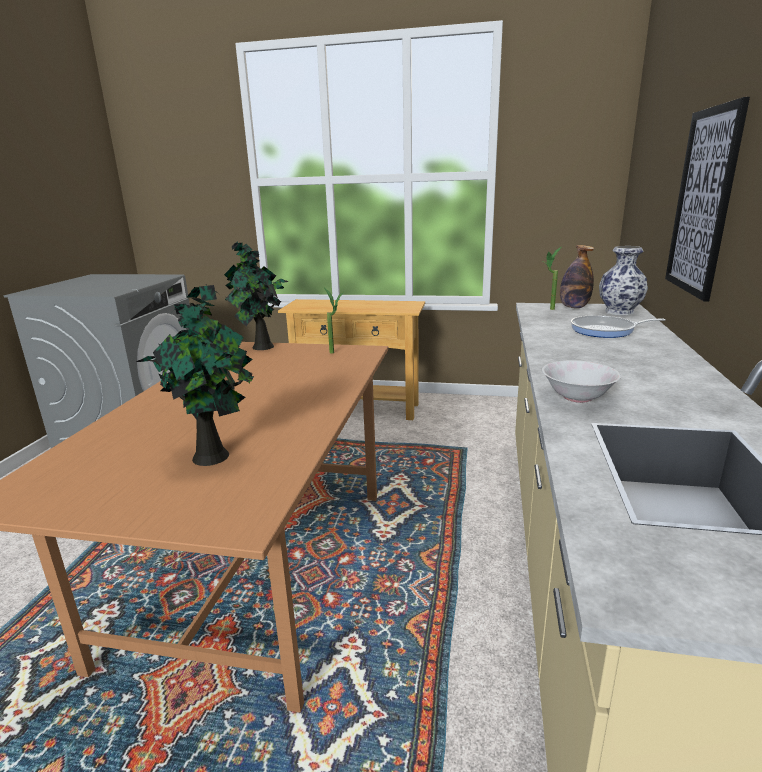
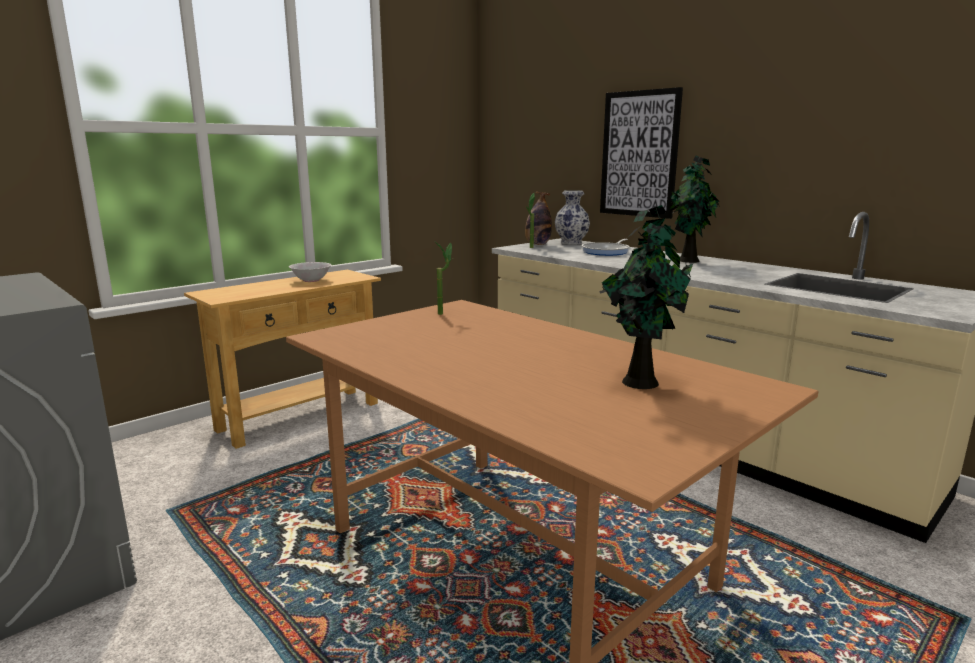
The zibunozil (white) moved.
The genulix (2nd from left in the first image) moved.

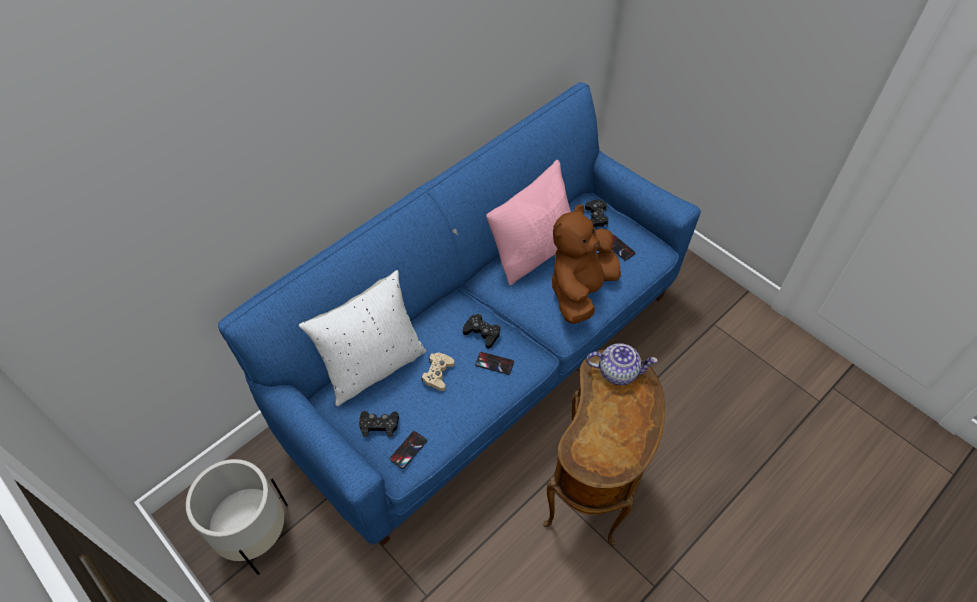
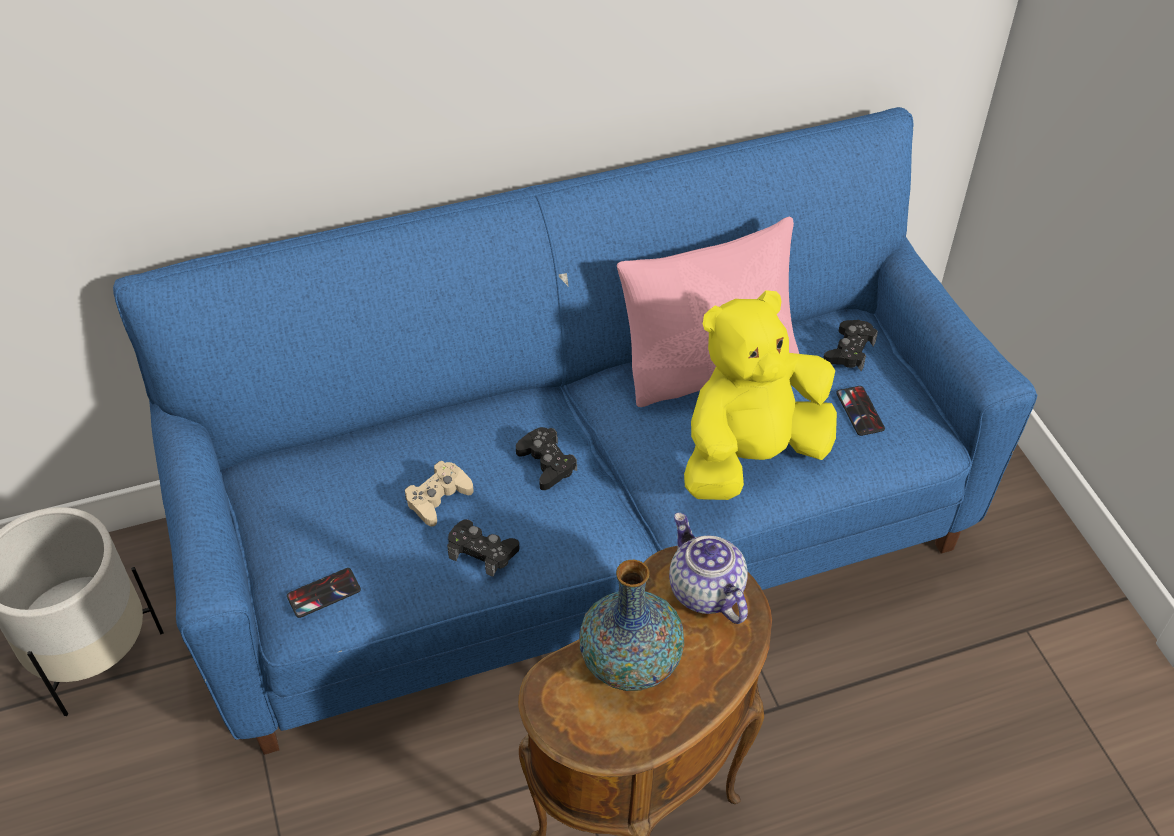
The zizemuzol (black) (1st from left) moved.
The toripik appeared.
The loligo turned 150 degrees counterclockwise.
The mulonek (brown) became the mulonek (yellow).
The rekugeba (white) disappeared.
The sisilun (2nd from left) disappeared.

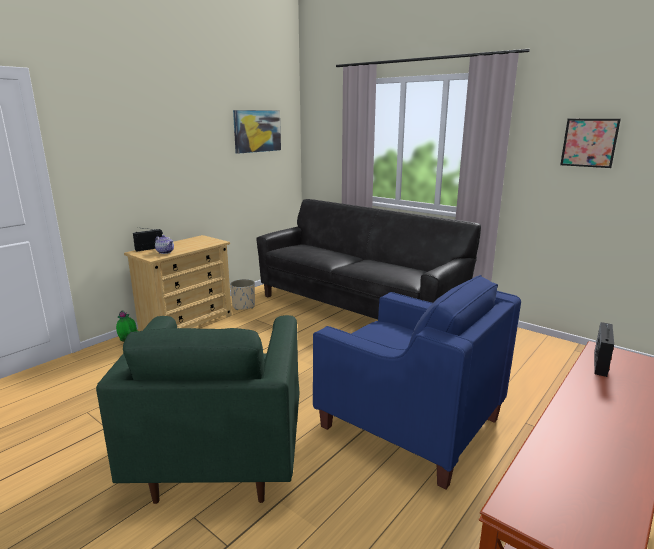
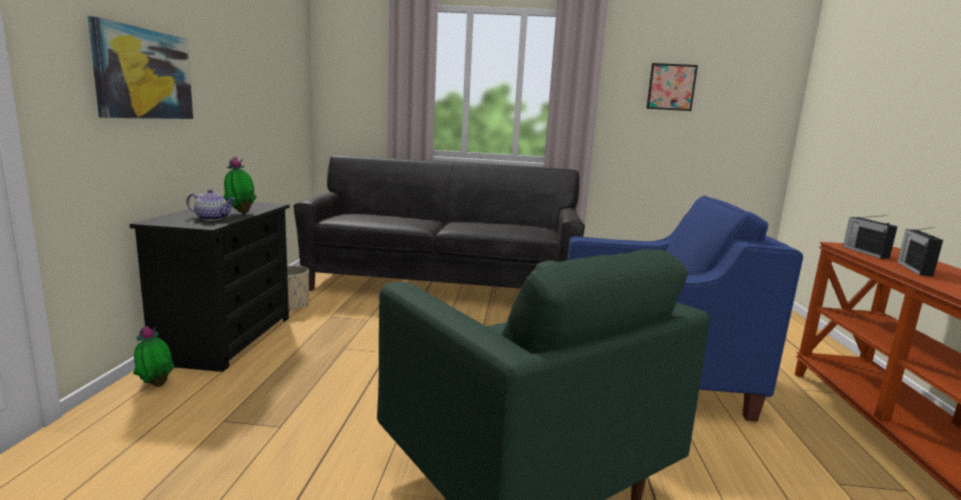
The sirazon (1st from left) moved.
The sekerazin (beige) became the sekerazin (black).
The genulix (2nd from left) appeared.
The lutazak (1st from left in the first image) moved.

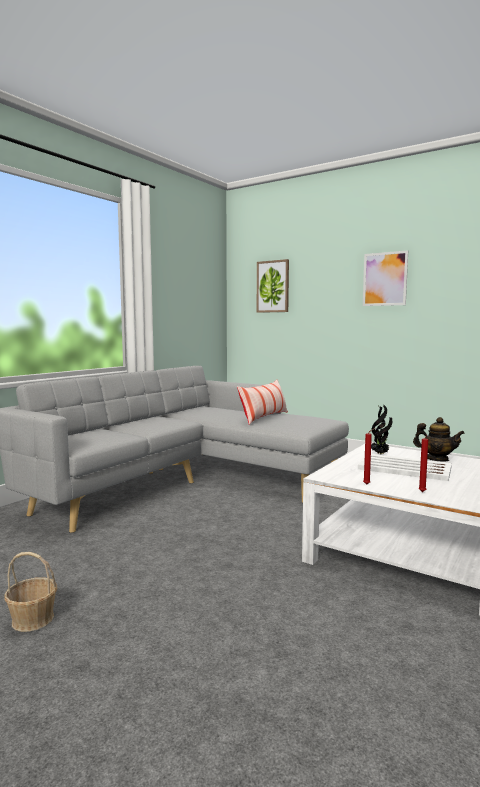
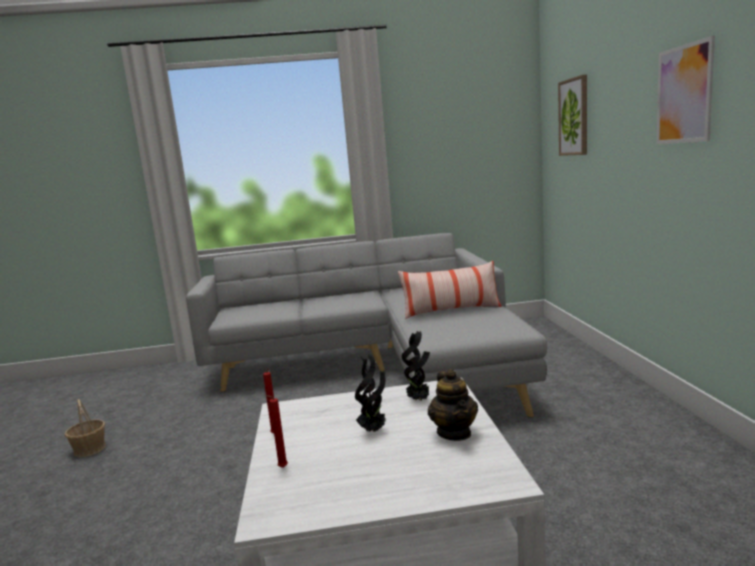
The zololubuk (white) was replaced by the genulix (1st from left).

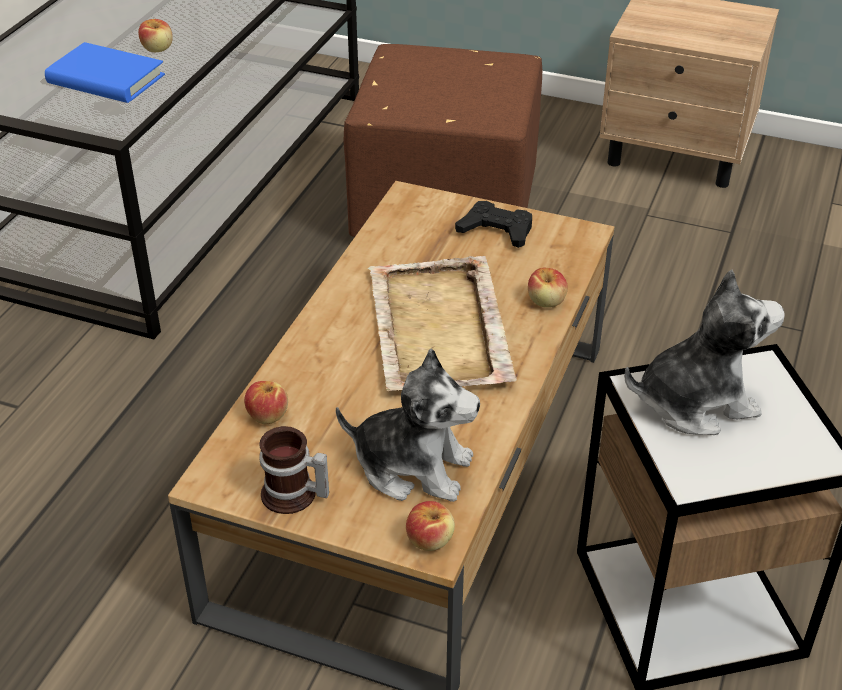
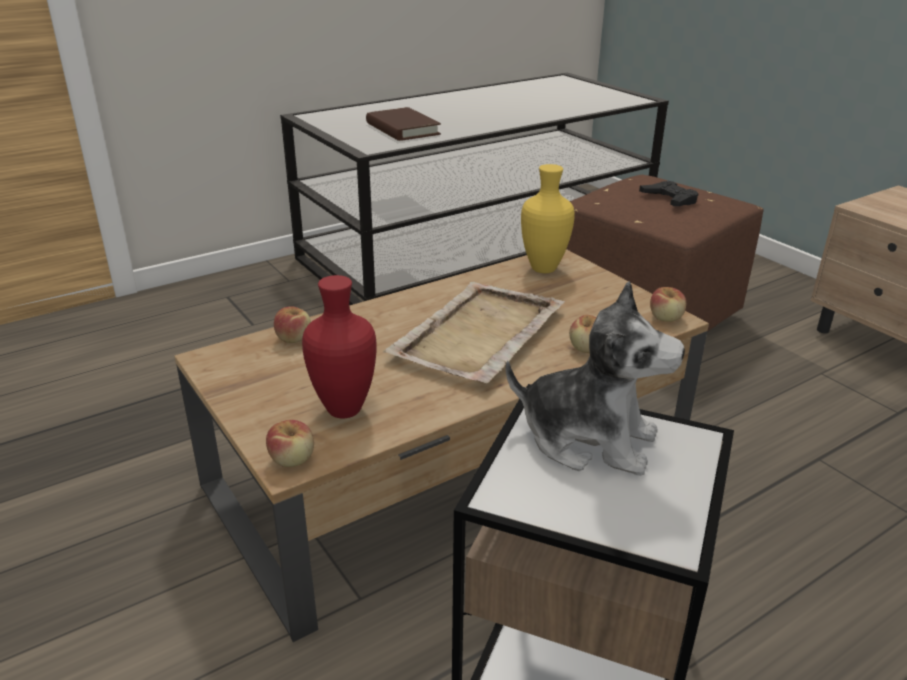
The mulonek (1st from left) was replaced by the toripik (red).
The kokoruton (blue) became the kokoruton (brown).
The toripik (yellow) appeared.
The zizemuzol (black) moved.
The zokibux (1st from left in the first image) moved.
The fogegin disappeared.

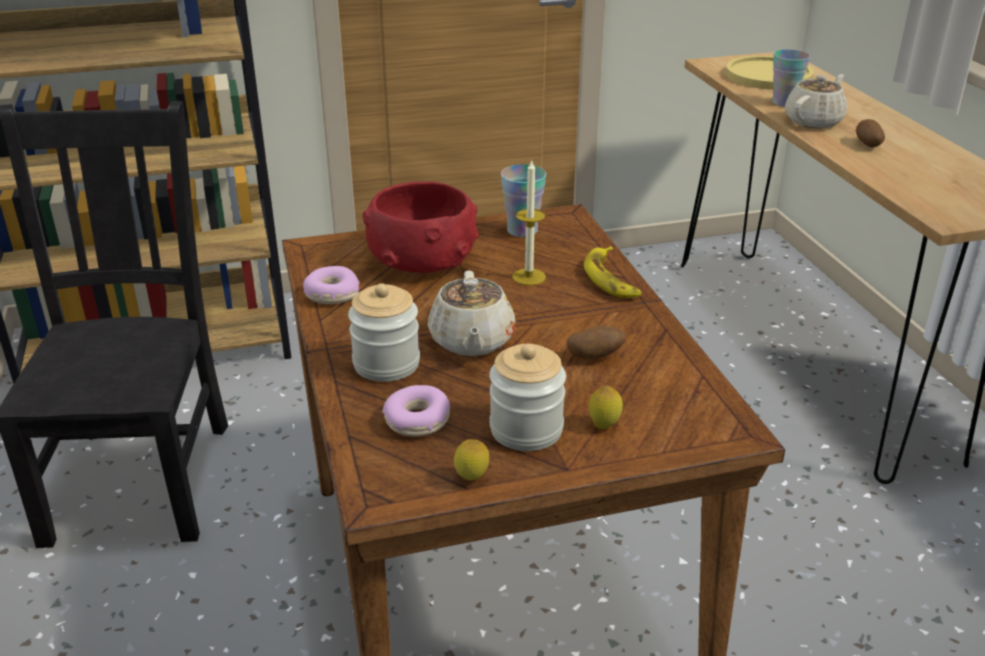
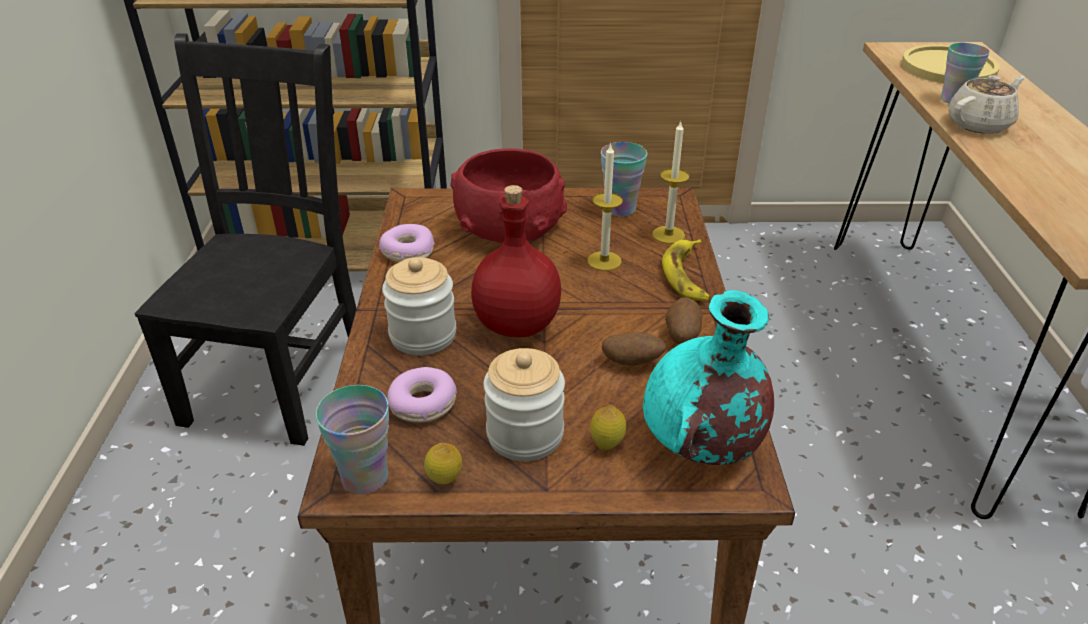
The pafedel (1st from left) appeared.
The loligo (beige) (1st from left) was replaced by the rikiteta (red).
The toripik (turquoise) appeared.
The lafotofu (2nd from left) appeared.
The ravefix (2nd from left) moved.

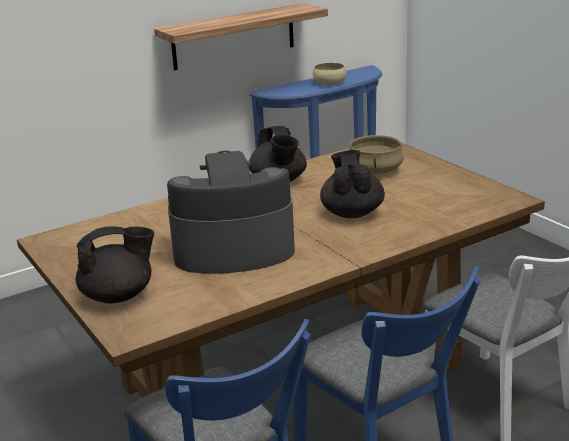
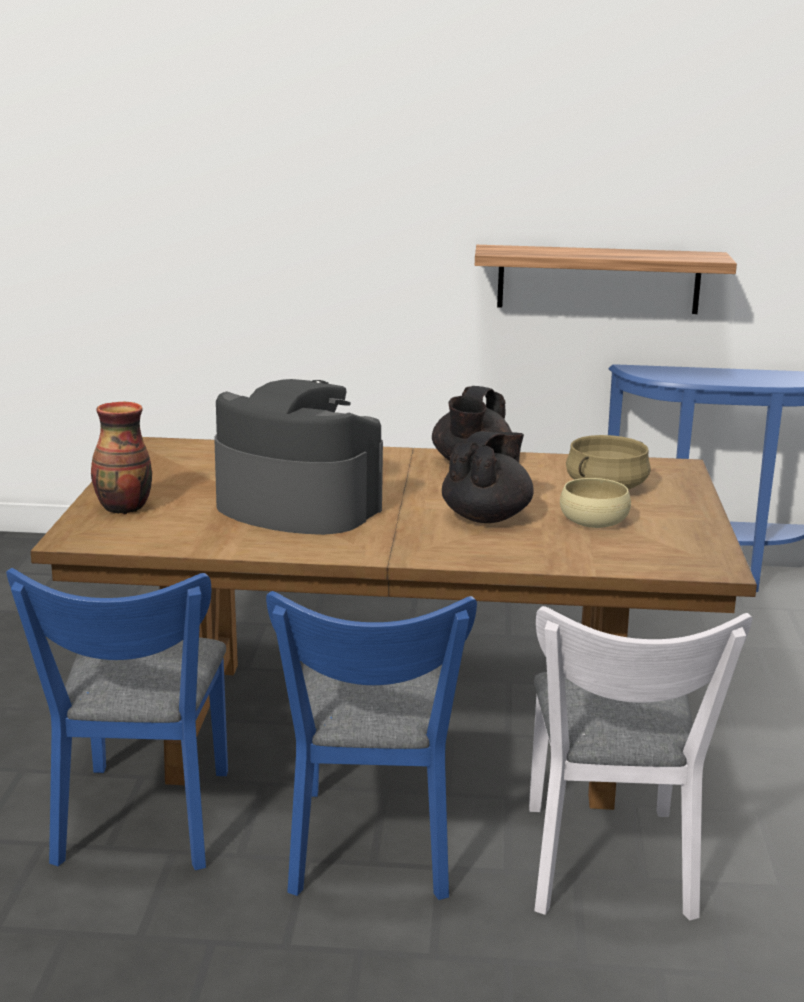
The loligo (black) (1st from left) was replaced by the toripik.
The zibunozil (beige) moved.

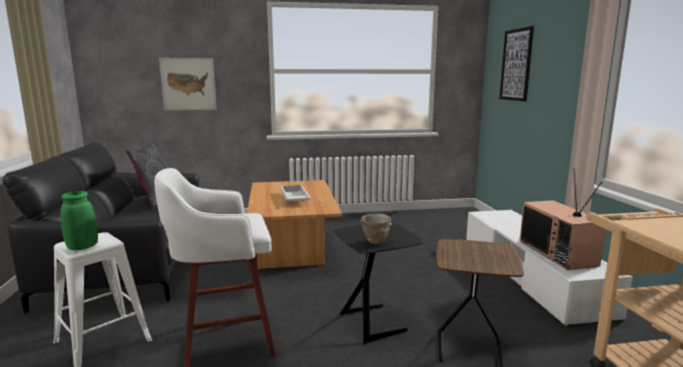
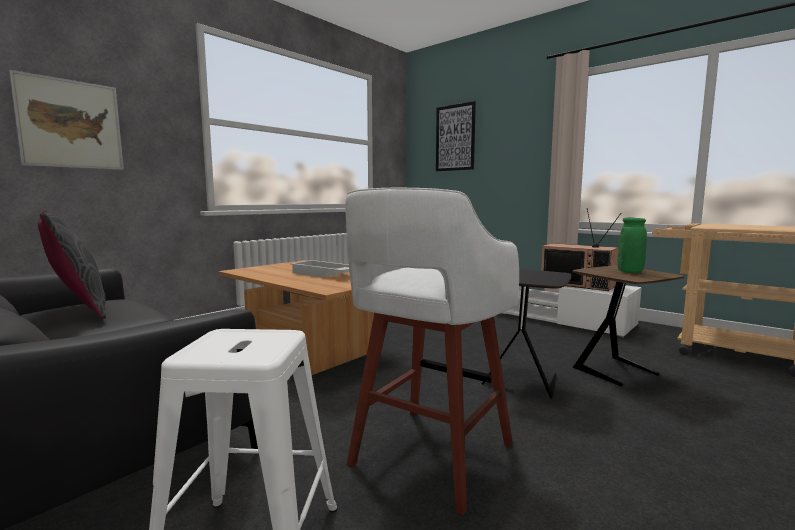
The toripik (green) moved.
The zibunozil disappeared.

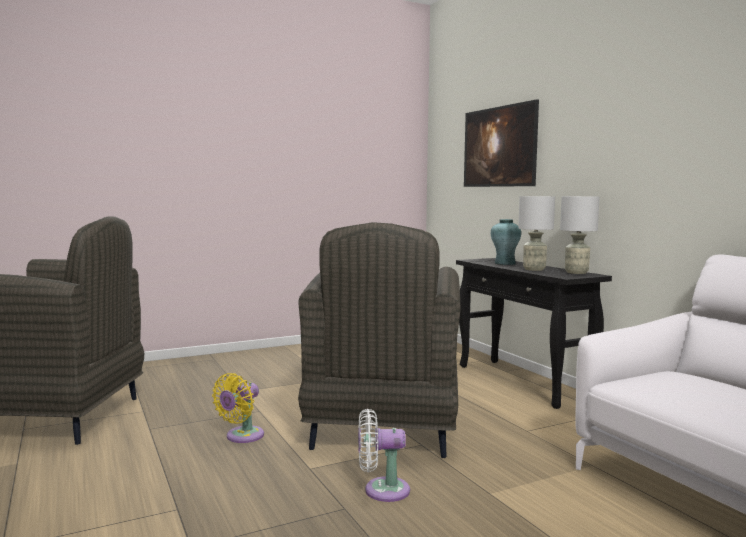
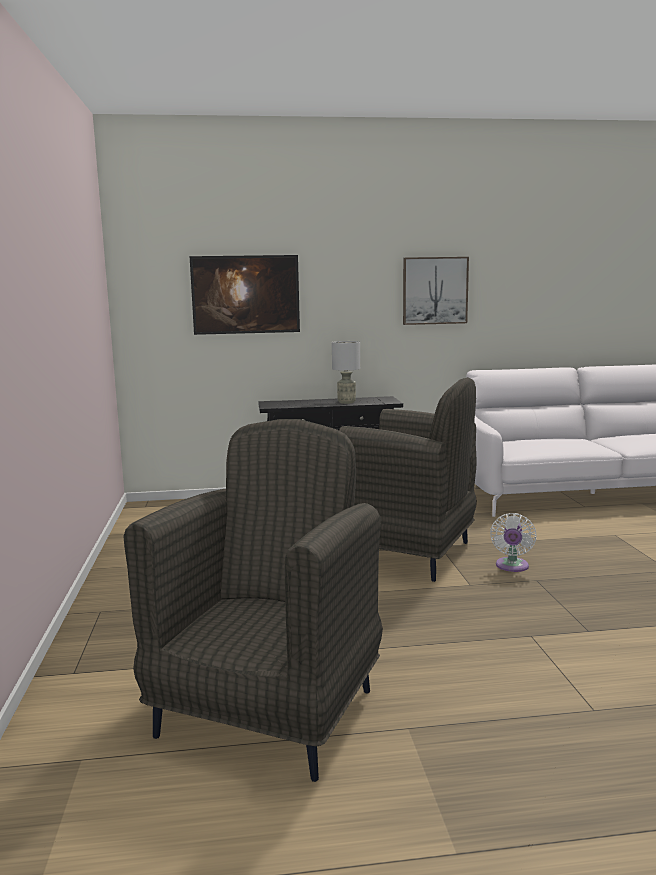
The sirazon (2nd from left) appeared.
The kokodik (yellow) disappeared.
The toripik (turquoise) disappeared.
The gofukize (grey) (2nd from left) disappeared.

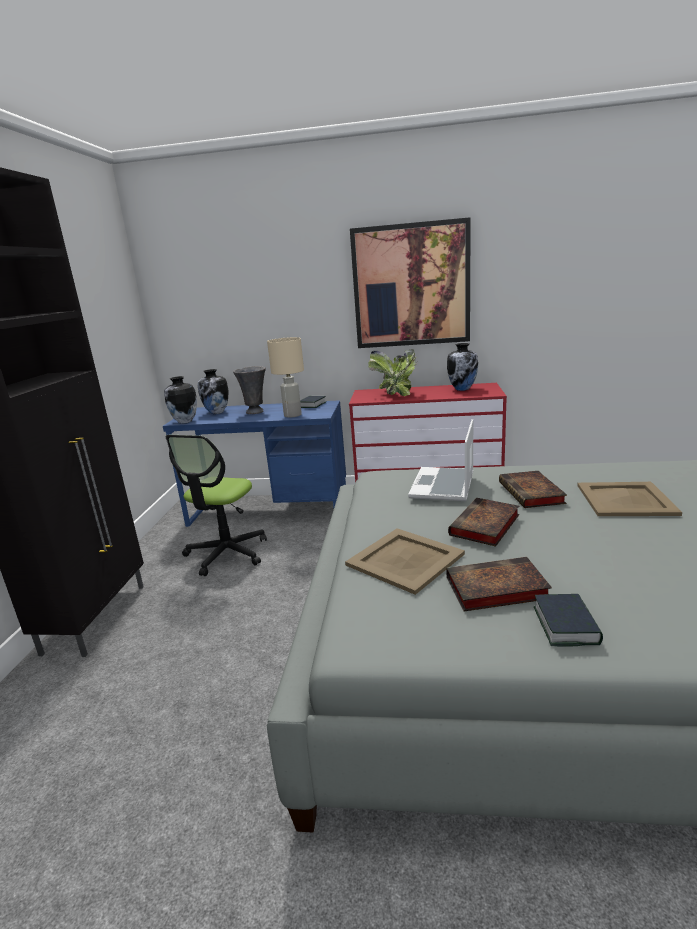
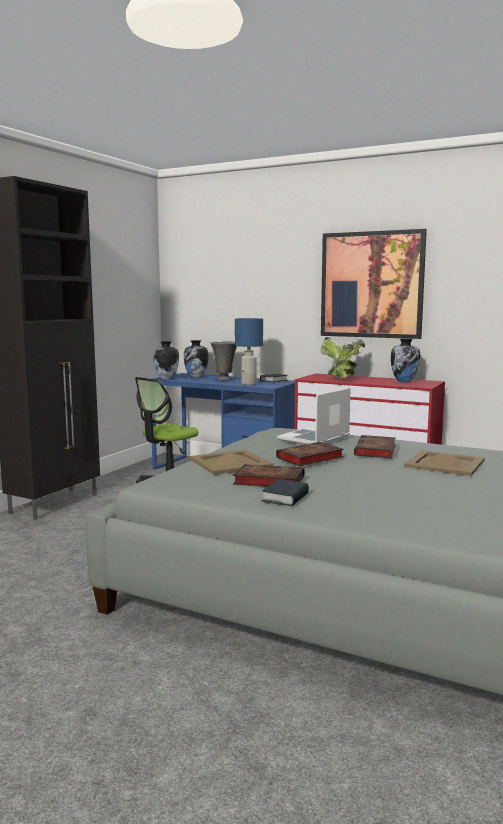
The gofukize (beige) became the gofukize (blue).

